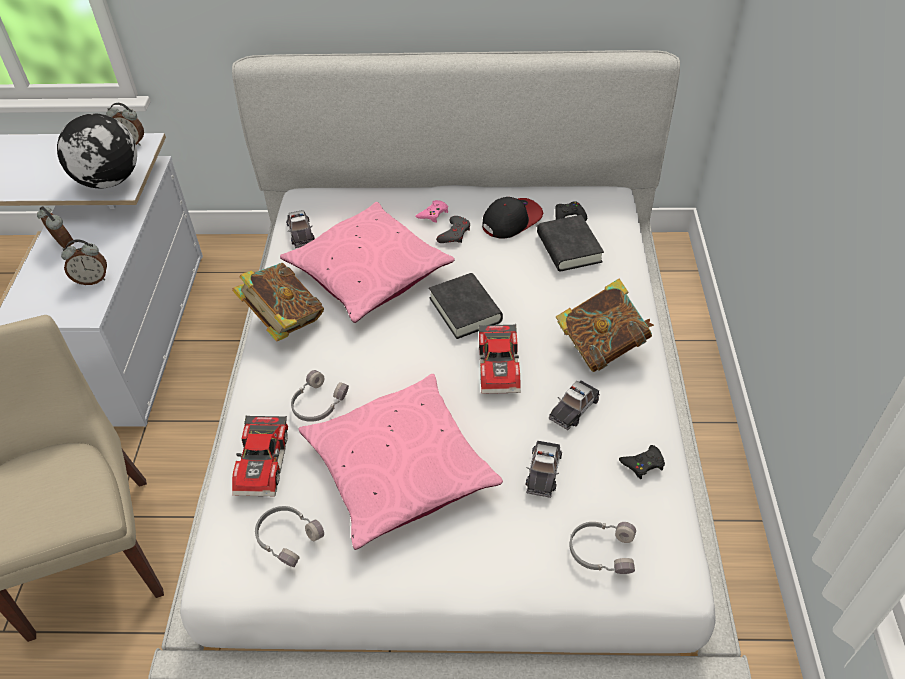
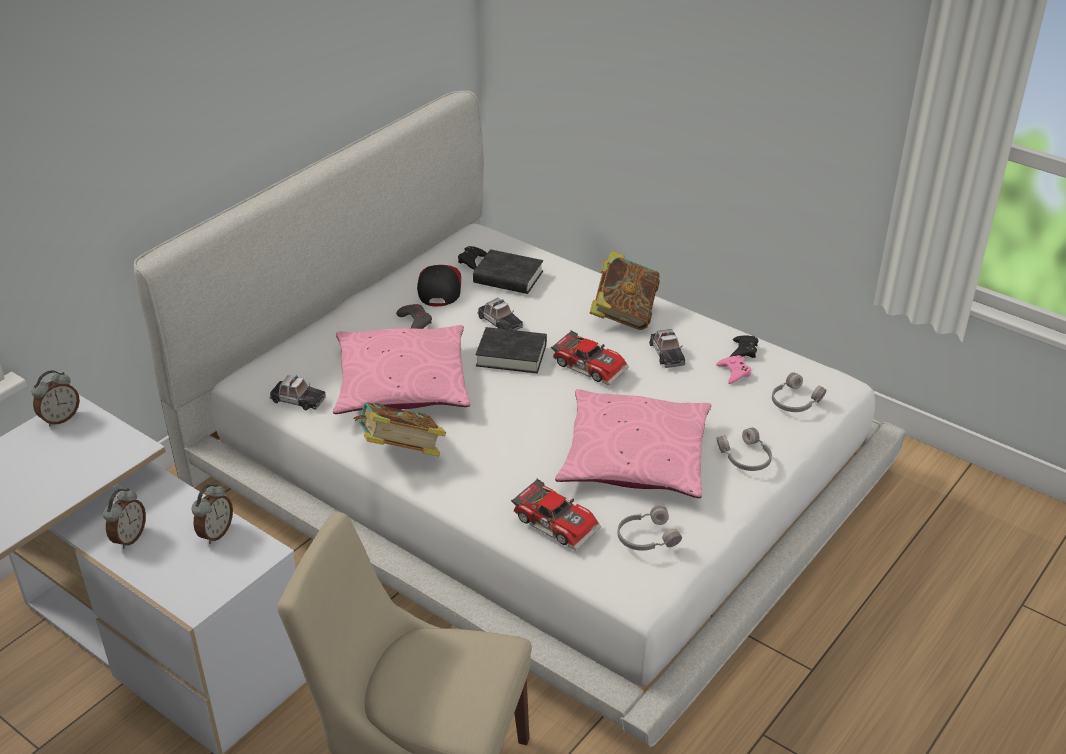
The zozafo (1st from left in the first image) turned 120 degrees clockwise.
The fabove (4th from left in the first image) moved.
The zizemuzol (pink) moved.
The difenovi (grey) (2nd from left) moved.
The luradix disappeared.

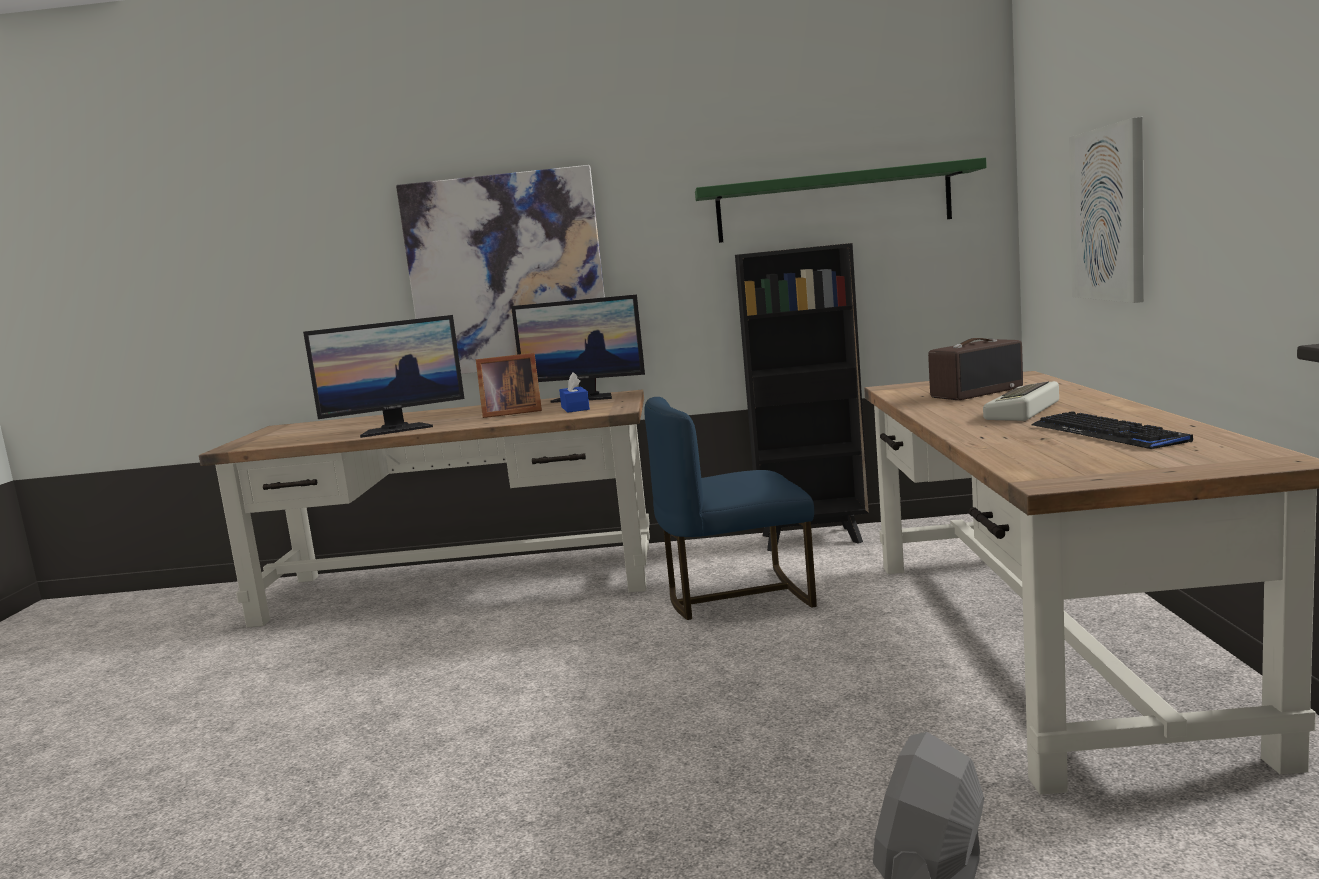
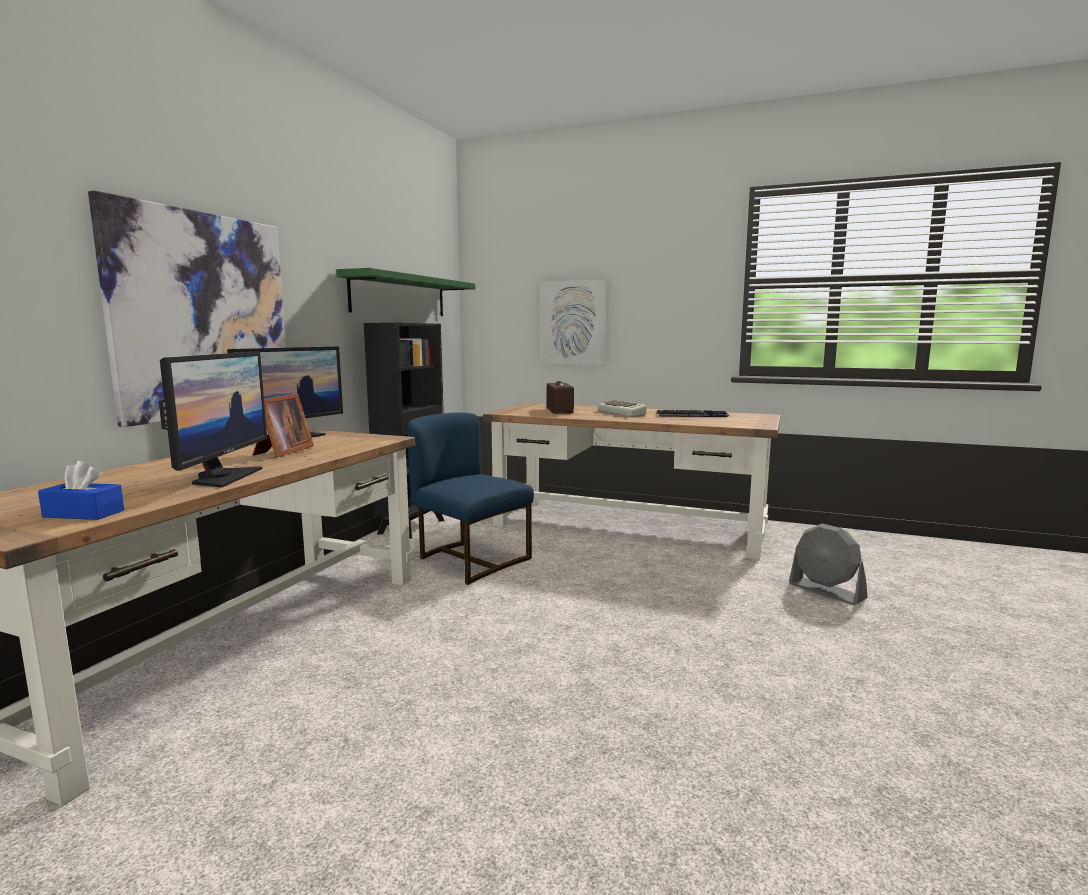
The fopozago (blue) moved.
The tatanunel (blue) turned 120 degrees clockwise.

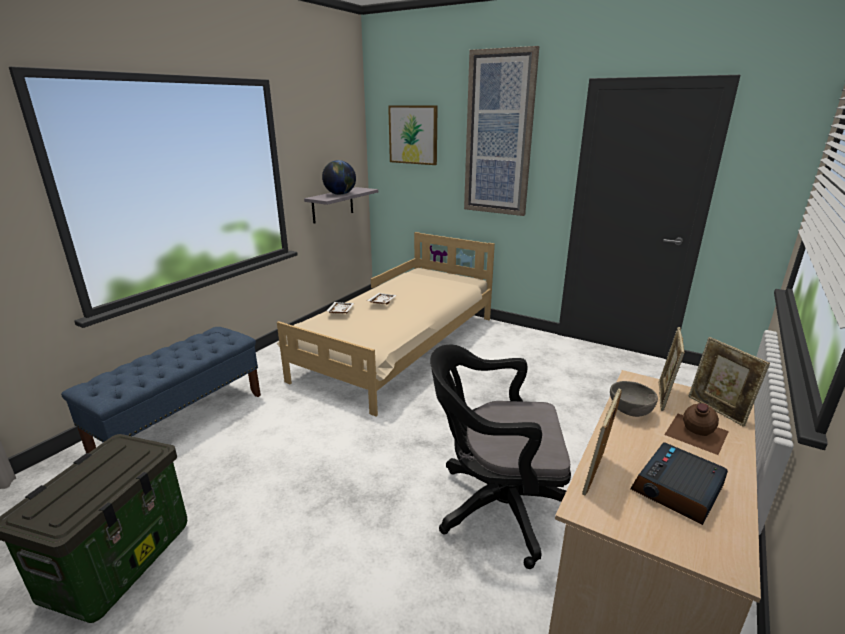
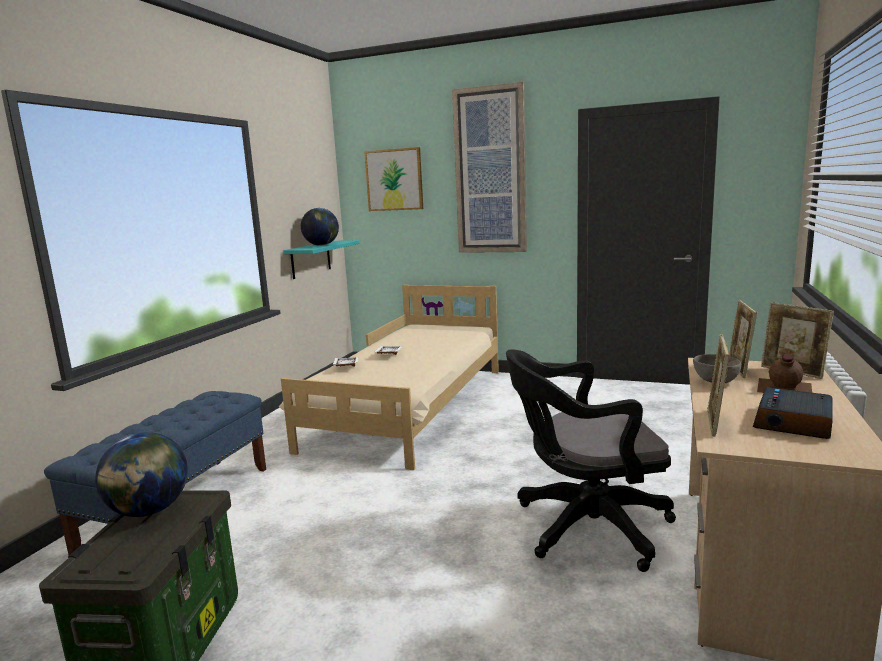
The luradix (1st from left) appeared.
The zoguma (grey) became the zoguma (turquoise).

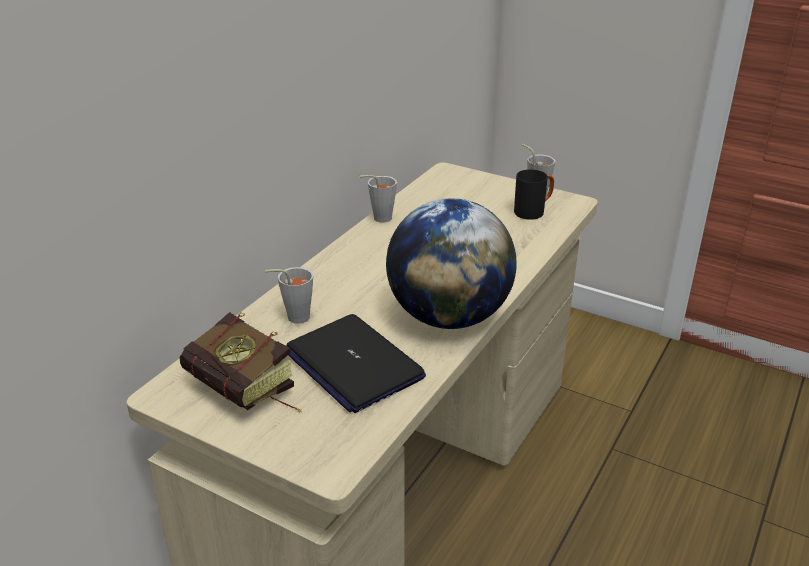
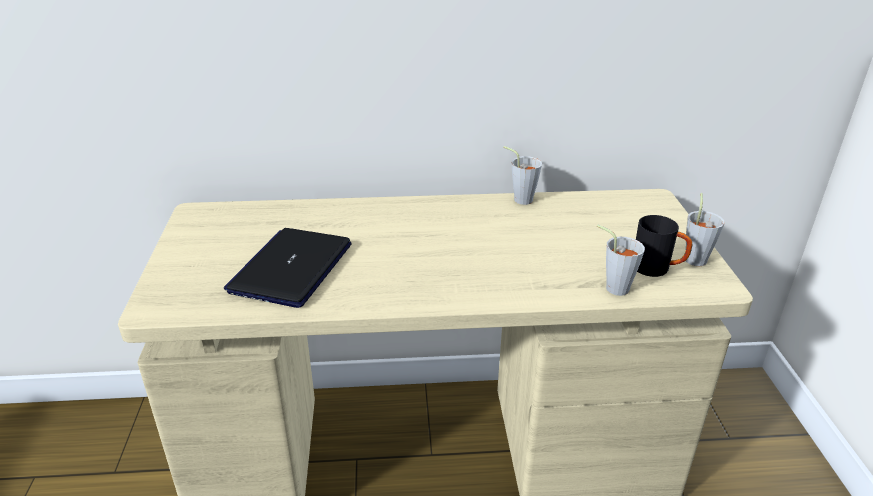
The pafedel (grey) (1st from left in the first image) moved.
The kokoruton disappeared.
The luradix disappeared.

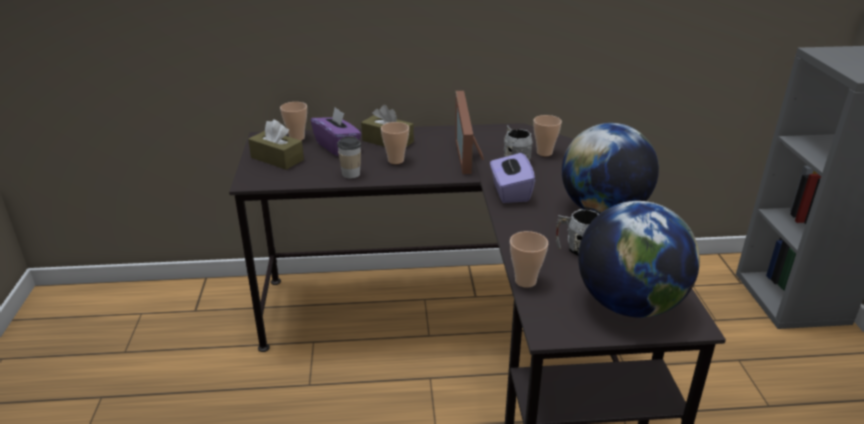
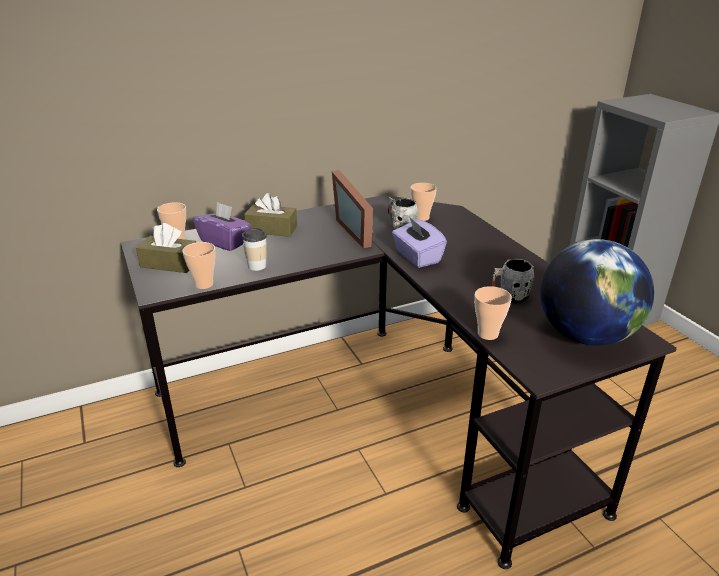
The pafedel (3rd from left in the first image) moved.
The luradix (1st from left) disappeared.

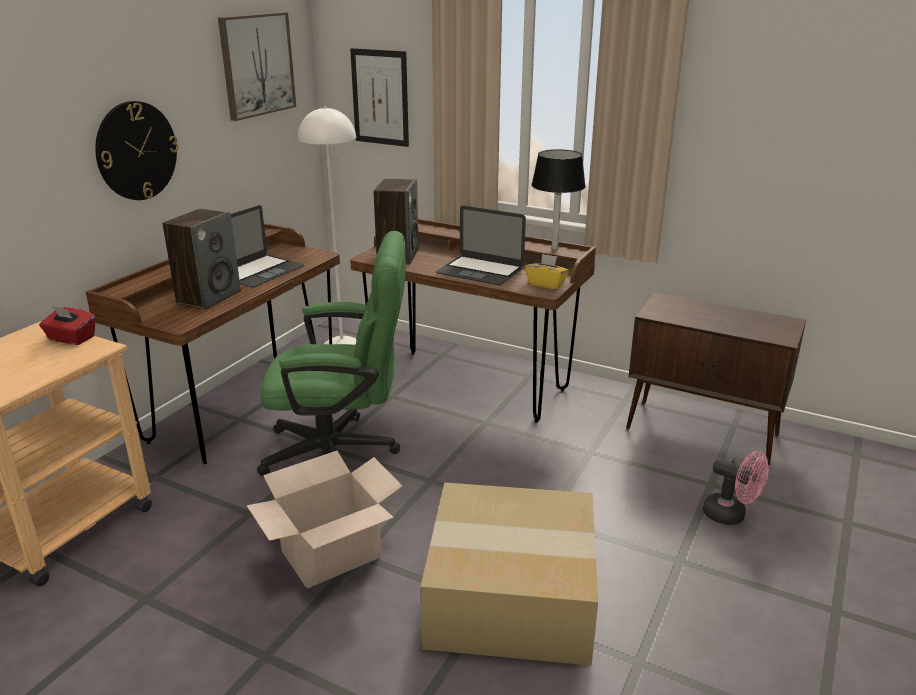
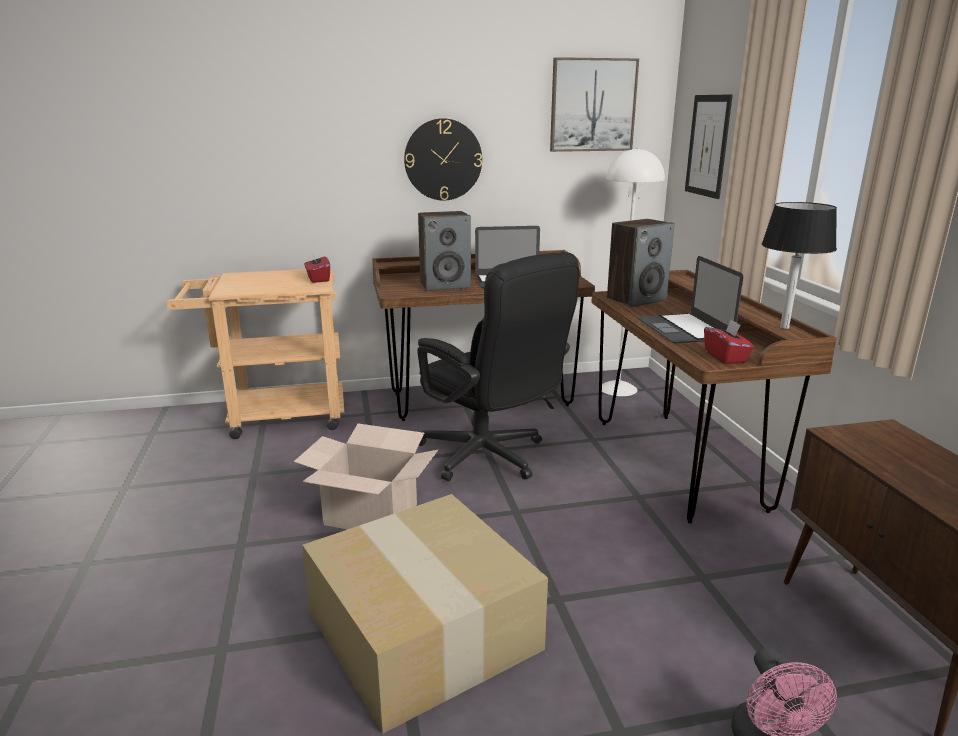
The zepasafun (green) became the zepasafun (black).
The fopozago (yellow) became the fopozago (red) (2nd from left).

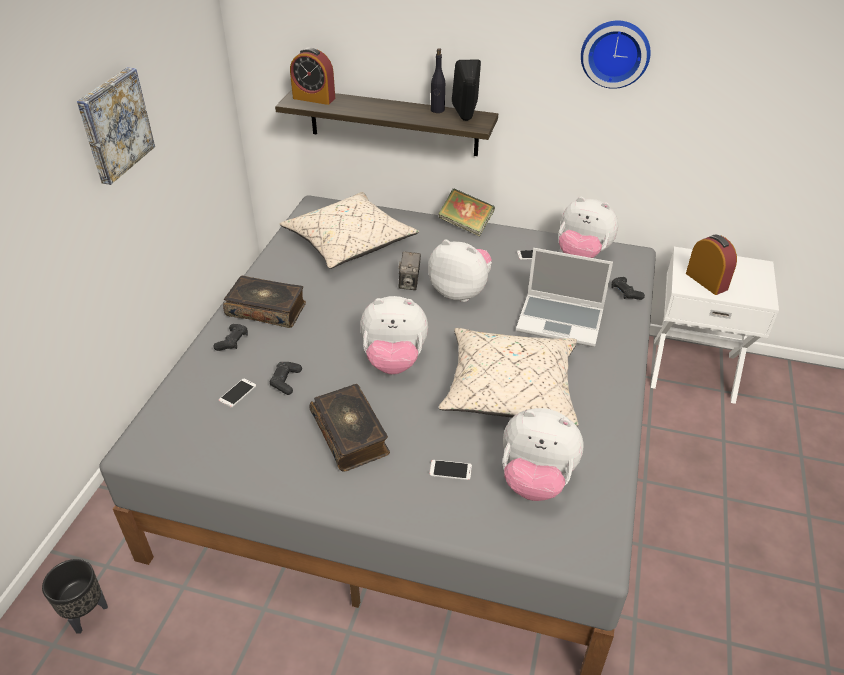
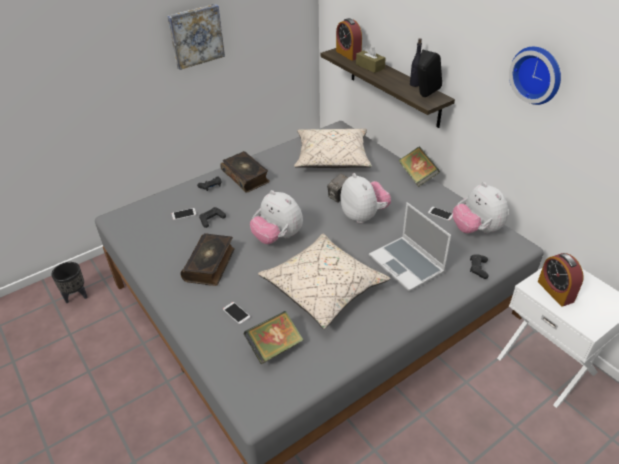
The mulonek (3rd from left) was replaced by the kokoruton (3rd from left).
The fopozago (brown) appeared.
The zozafo (2nd from left) turned 150 degrees clockwise.

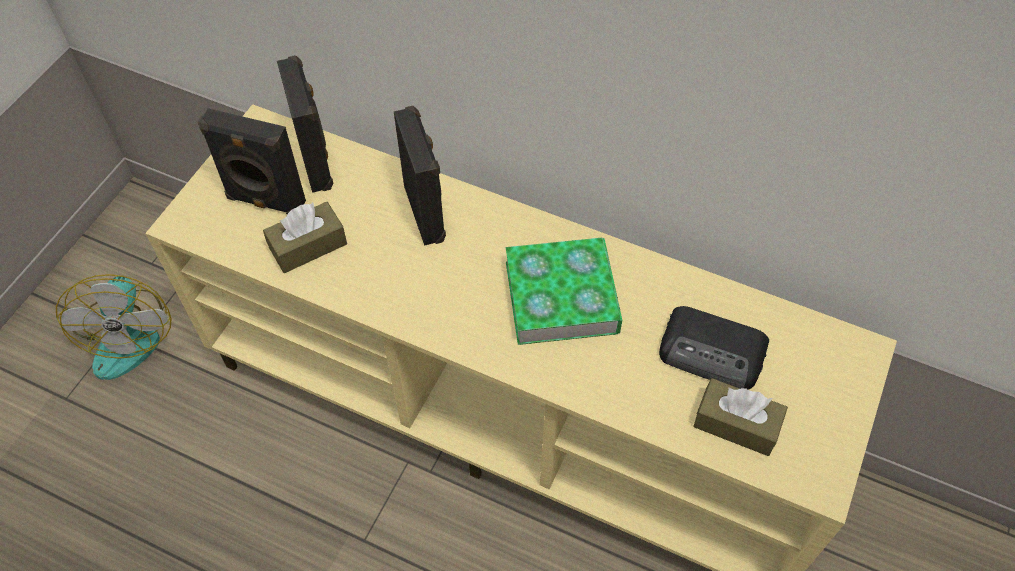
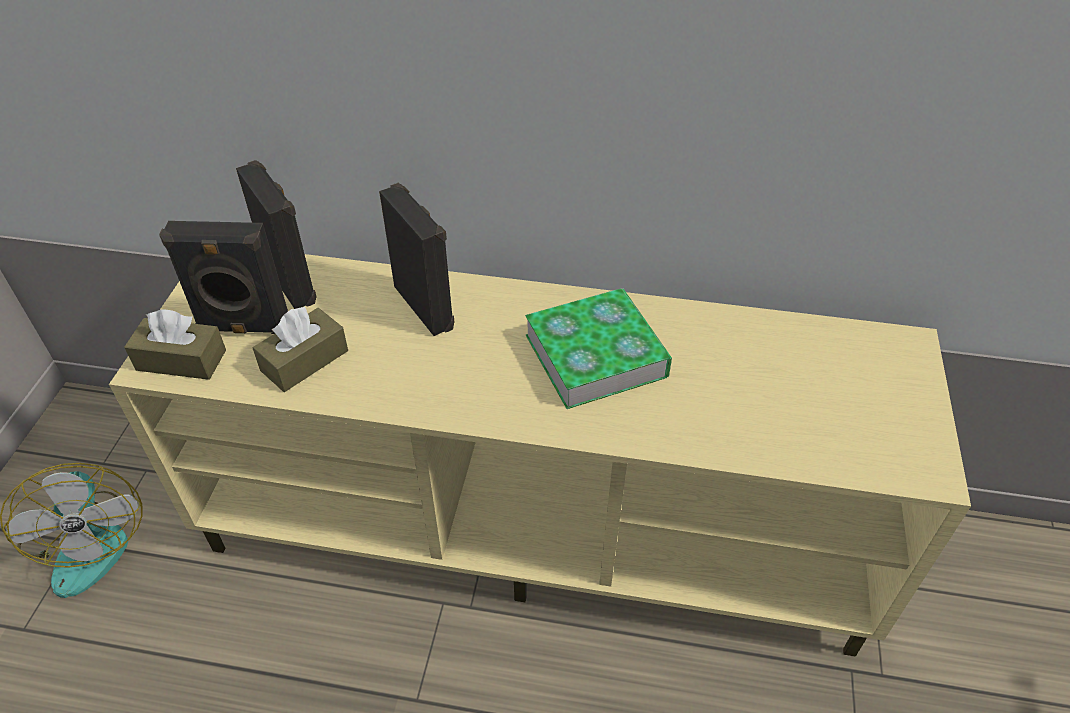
The fopozago (brown) (2nd from left in the first image) moved.
The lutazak disappeared.

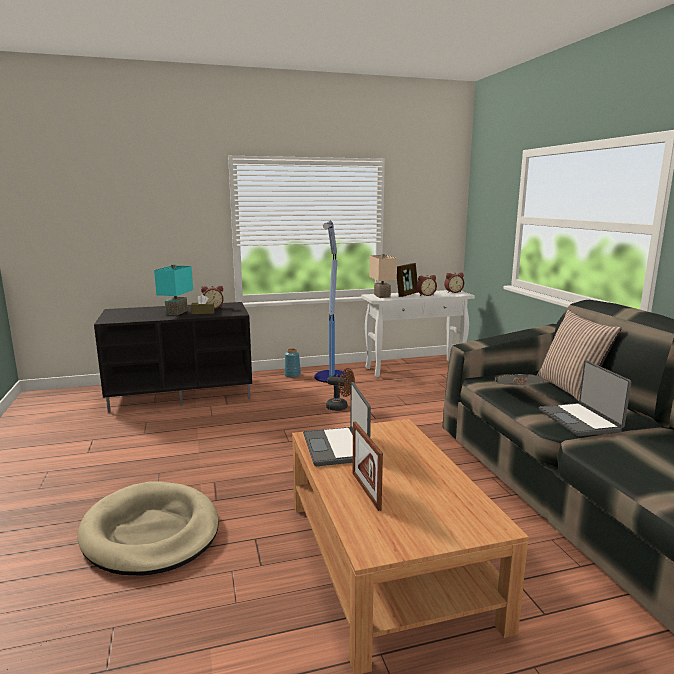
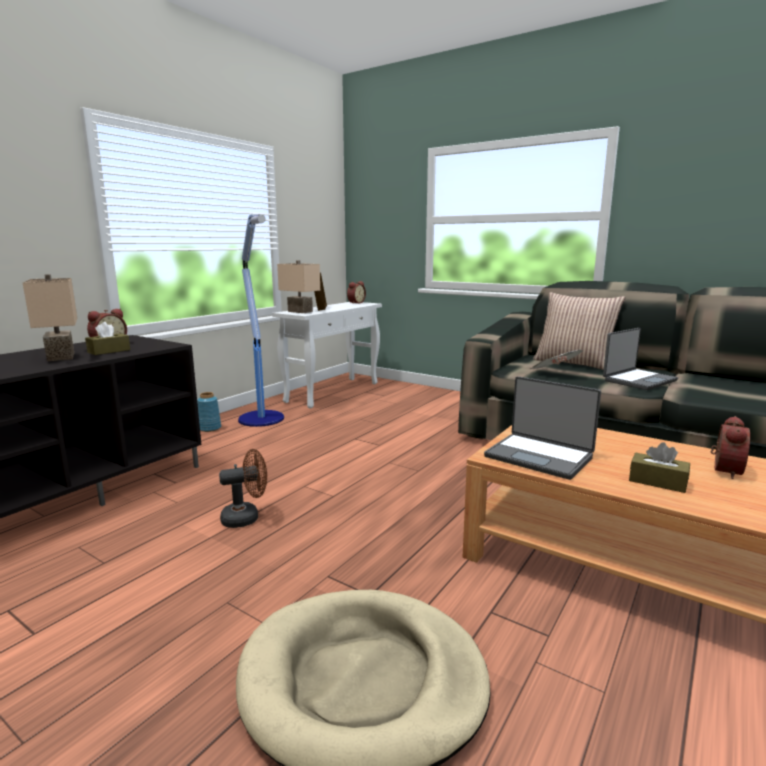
The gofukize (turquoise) became the gofukize (beige) (1st from left).
The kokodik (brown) moved.
The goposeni (2nd from left) turned 75 degrees counterclockwise.
The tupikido (1st from left) was replaced by the fopozago (brown) (2nd from left).
The zozafo (2nd from left in the first image) moved.

